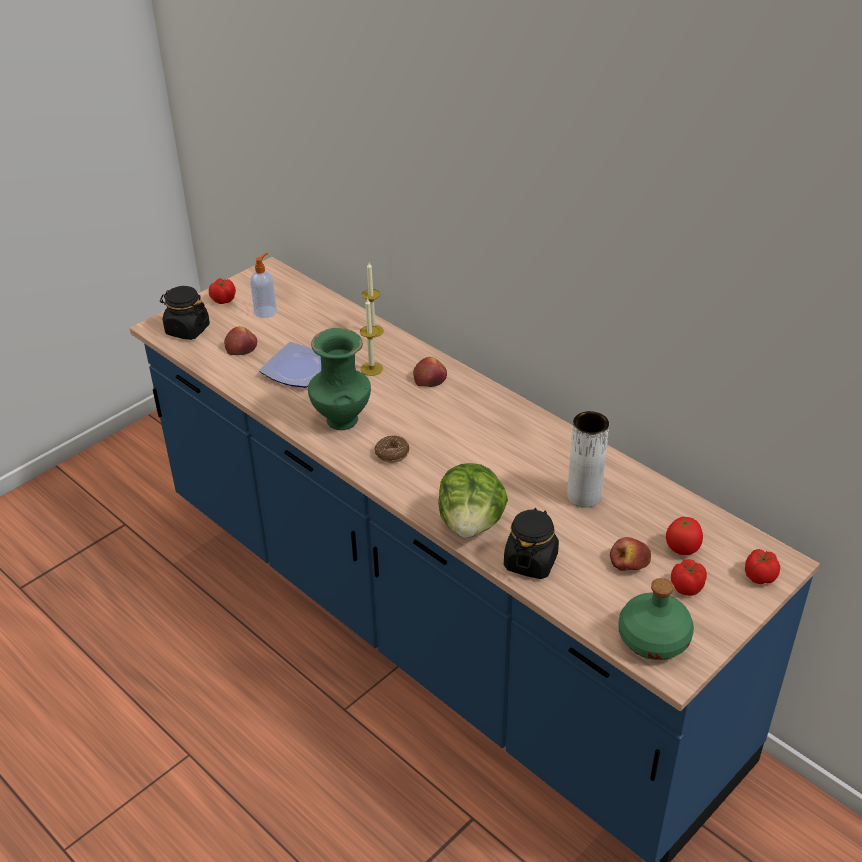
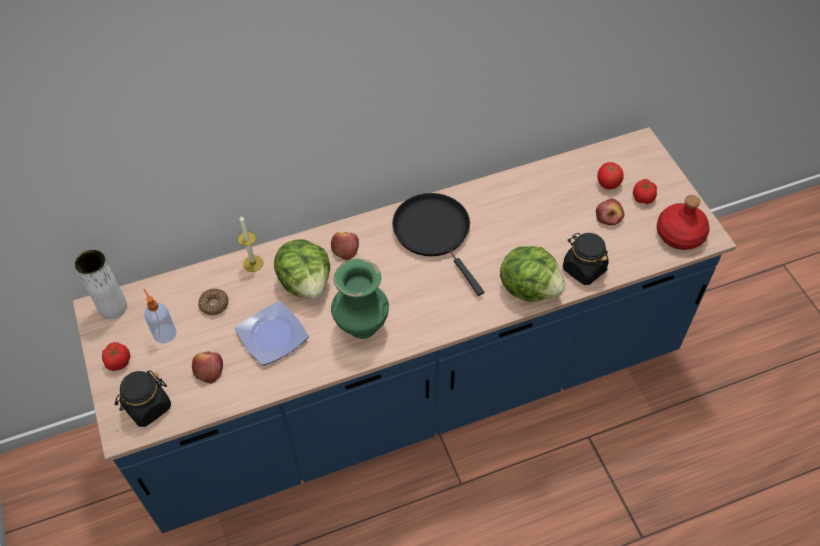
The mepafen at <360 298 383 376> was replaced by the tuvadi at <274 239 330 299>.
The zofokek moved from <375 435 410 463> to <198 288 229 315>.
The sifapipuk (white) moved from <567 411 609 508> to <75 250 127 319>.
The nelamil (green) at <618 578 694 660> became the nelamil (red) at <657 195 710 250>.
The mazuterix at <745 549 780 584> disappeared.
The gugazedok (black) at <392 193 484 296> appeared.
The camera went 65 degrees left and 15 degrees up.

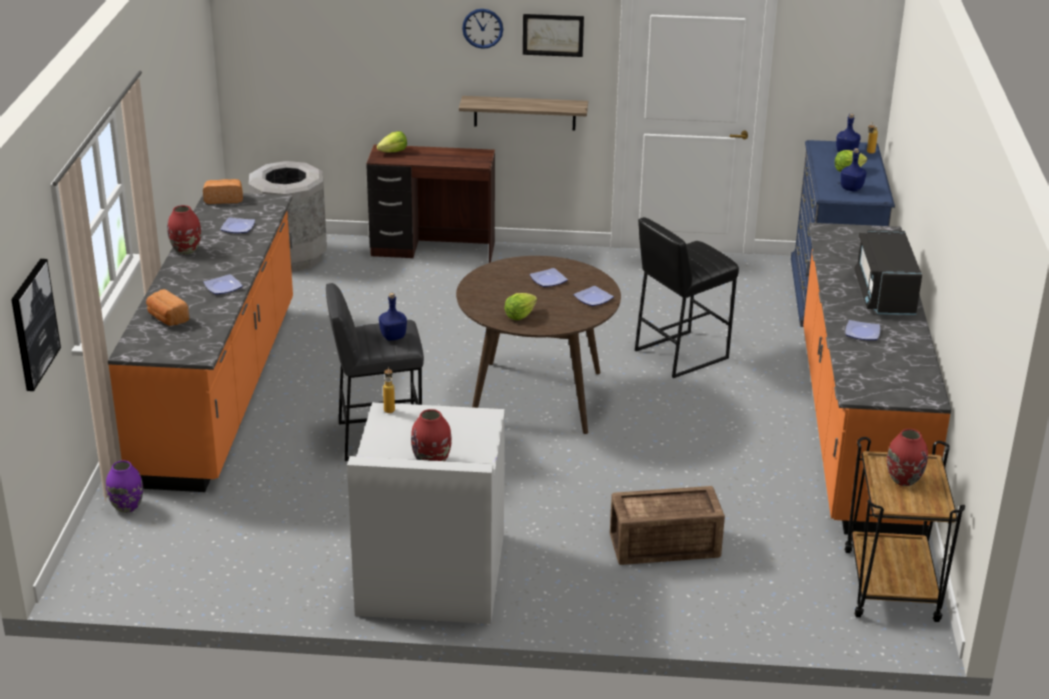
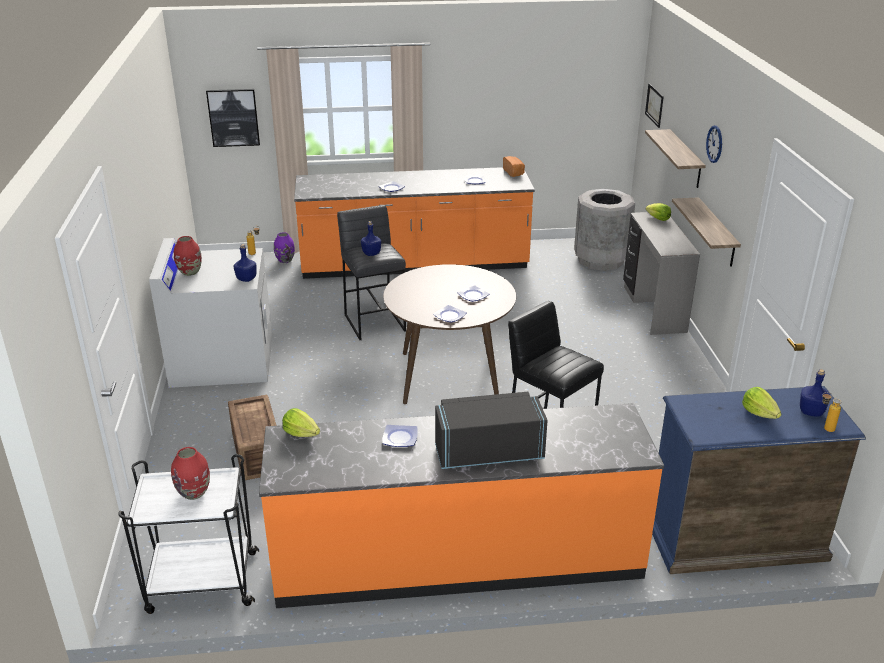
The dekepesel at <146 289 189 326> disappeared.
The sifapipuk (red) at <167 205 201 254> disappeared.
The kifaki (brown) at <366 144 495 263> became the kifaki (grey) at <623 212 700 335>.
The tuvadi moved from <504 293 537 320> to <282 408 320 437>.
The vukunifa moved from <523 14 584 57> to <645 83 664 128>.
The nelamil (blue) moved from <841 148 866 192> to <234 244 257 282>.
The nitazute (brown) at <844 437 965 622> became the nitazute (white) at <118 454 259 614>.
The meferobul at <645 129 706 188> appeared.
The camera went 80 degrees right and 0 degrees up.

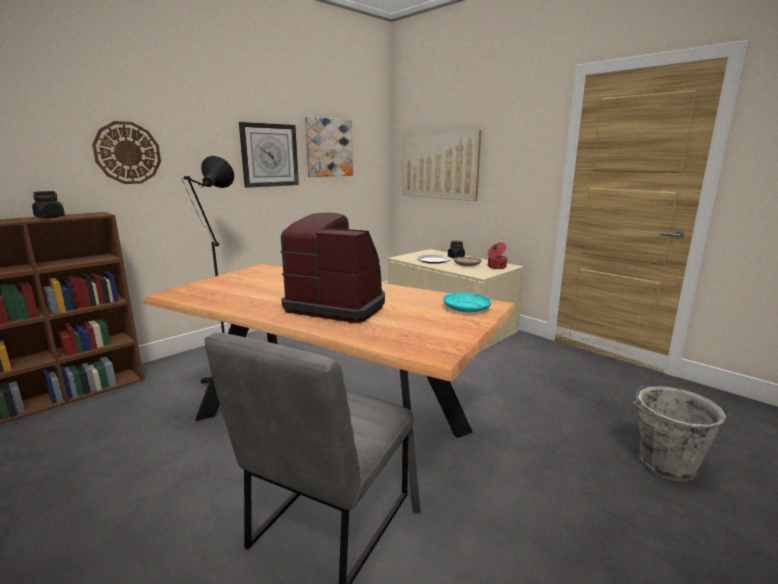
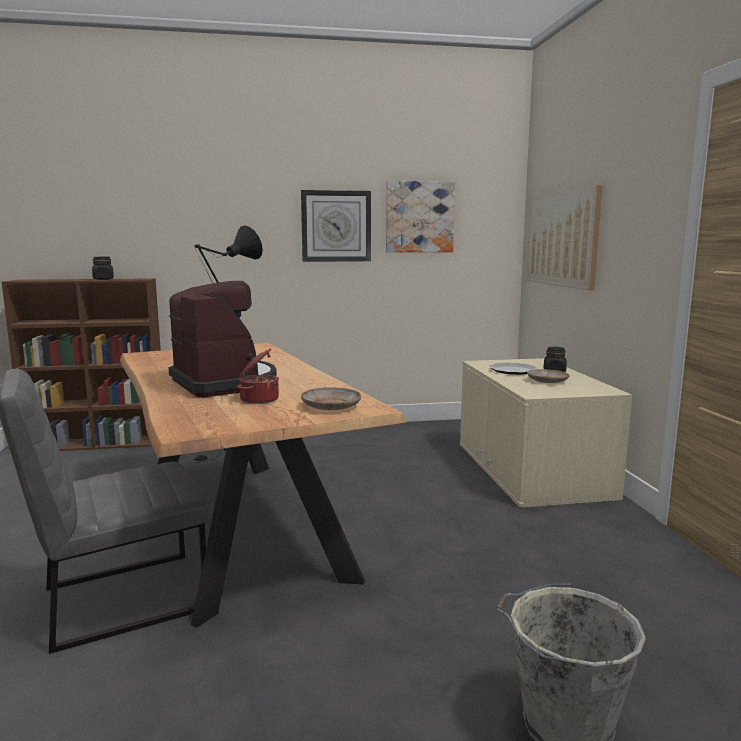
The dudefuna at <92 121 161 184> disappeared.
The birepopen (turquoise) at <443 293 491 312> became the birepopen (beige) at <301 387 361 410>.
The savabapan moved from <487 242 508 269> to <237 348 279 404>.
The camera went 35 degrees right and 5 degrees down.

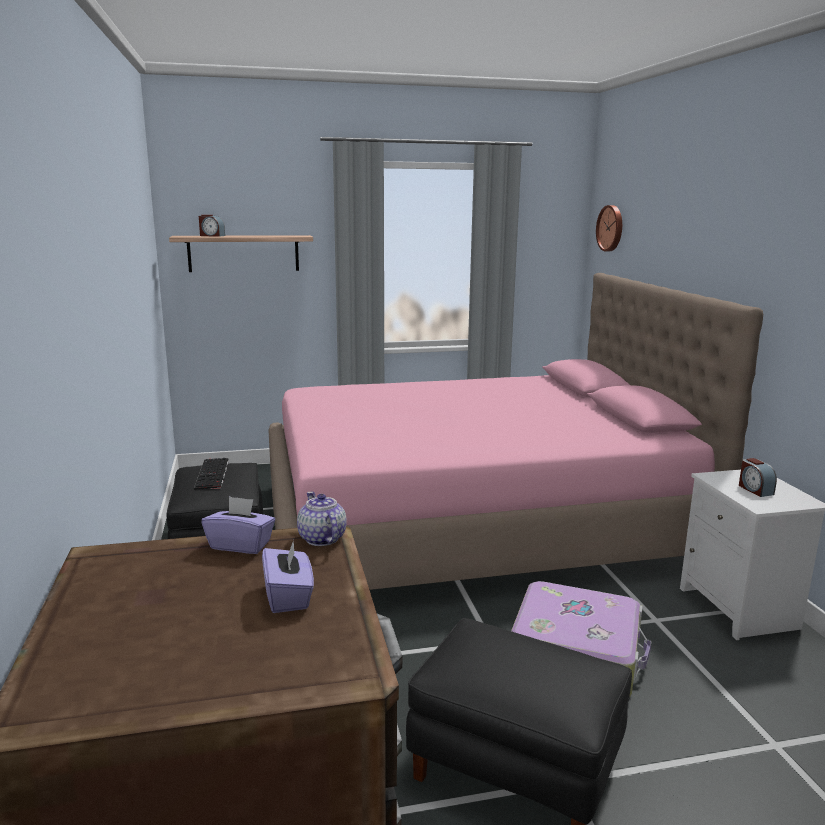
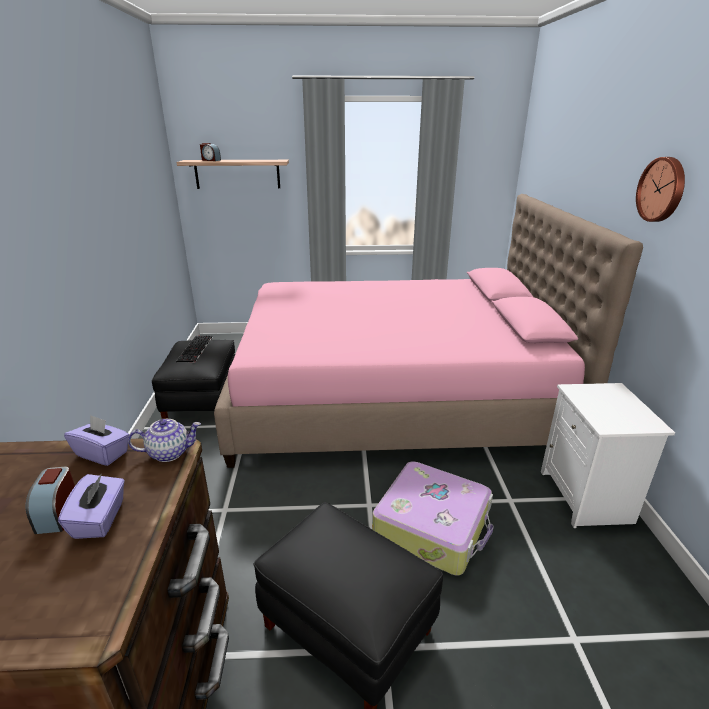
The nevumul at <297 492 347 546> turned 90 degrees clockwise.
The dudefuna moved from <596 205 622 251> to <636 157 685 222>.
The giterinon moved from <739 458 777 497> to <26 467 75 534>.
The camera went 10 degrees right and 10 degrees up.

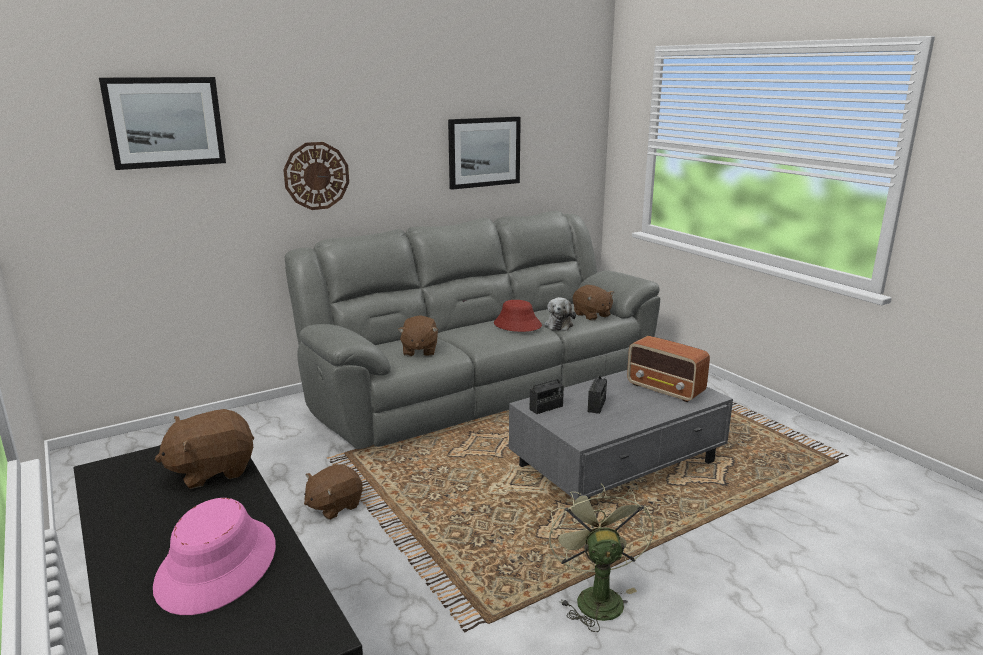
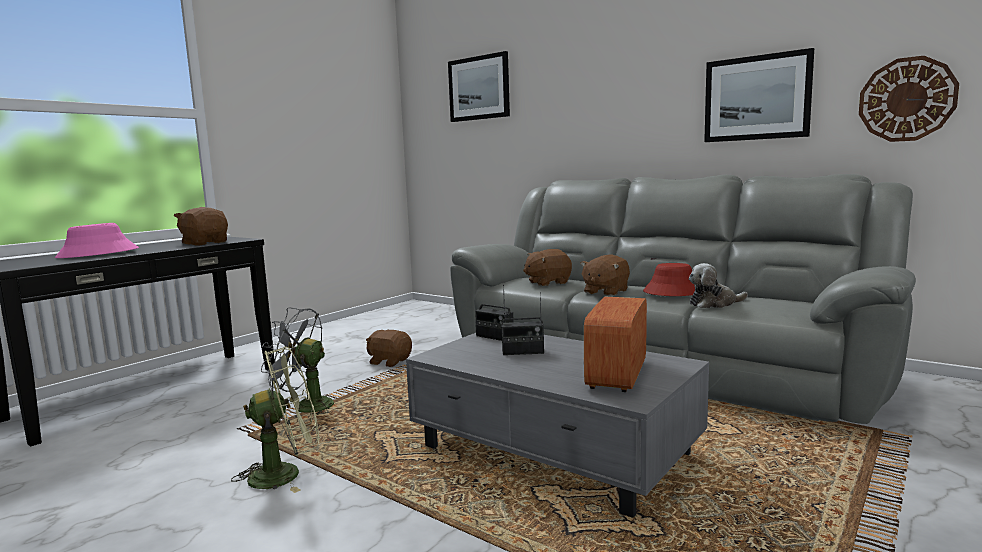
The dudefuna moved from <283 142 349 210> to <859 56 959 142>.
The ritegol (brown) moved from <573 285 614 321> to <580 255 630 296>.
The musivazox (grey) at <261 307 334 418> appeared.
The camera went 70 degrees right and 10 degrees down.

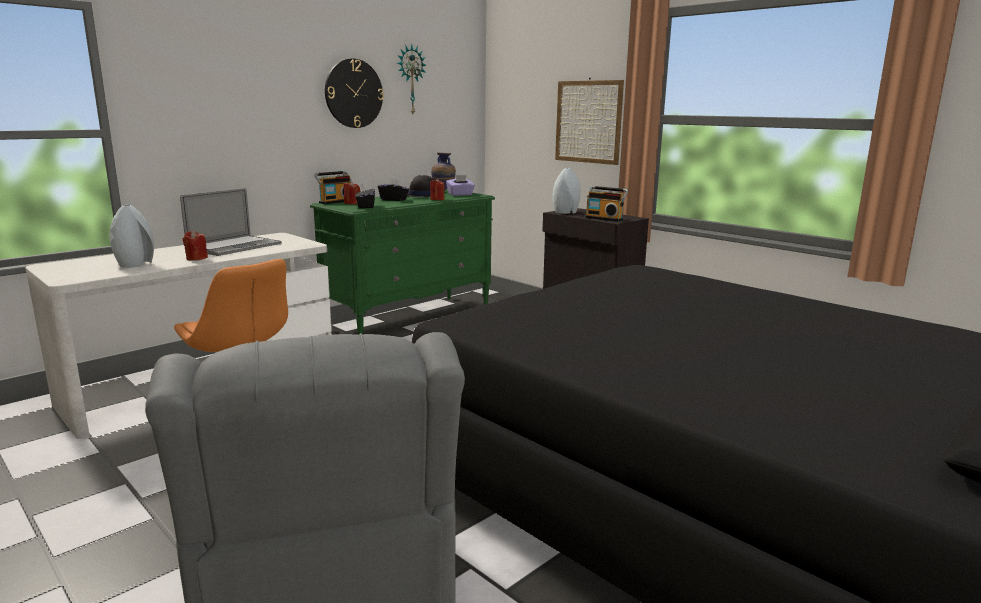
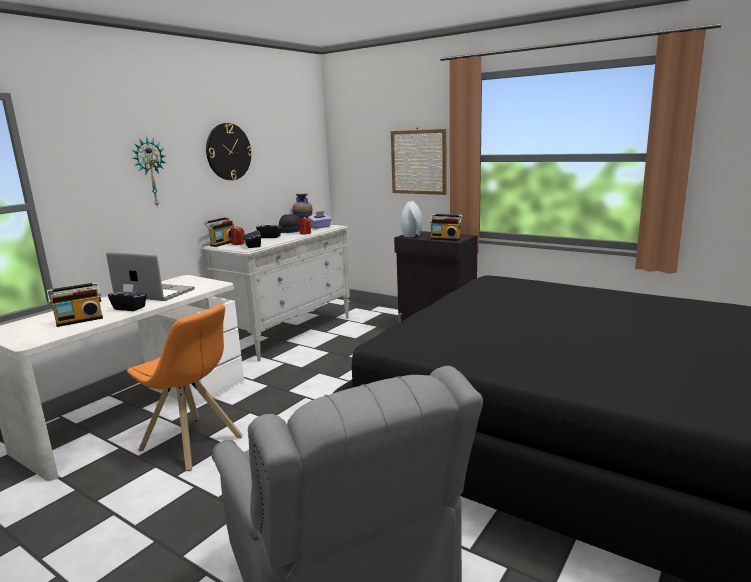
The sifapipuk (grey) at <110 205 154 268> was replaced by the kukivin at <47 282 103 327>.
The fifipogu at <180 188 282 256> turned 90 degrees counterclockwise.
The mepafen (red) at <183 230 208 261> was replaced by the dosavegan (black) at <108 284 147 311>.
The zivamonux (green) at <310 190 495 335> became the zivamonux (white) at <202 225 350 361>.
The dudefuna moved from <397 44 426 114> to <132 137 166 208>.
The camera went 10 degrees left and 0 degrees up.

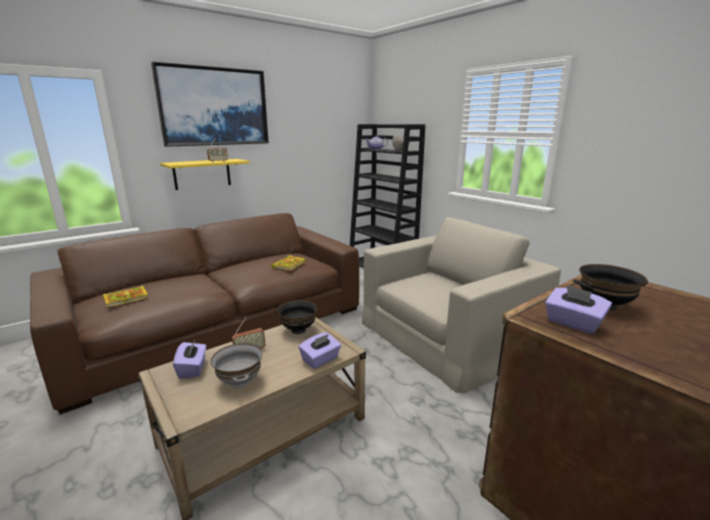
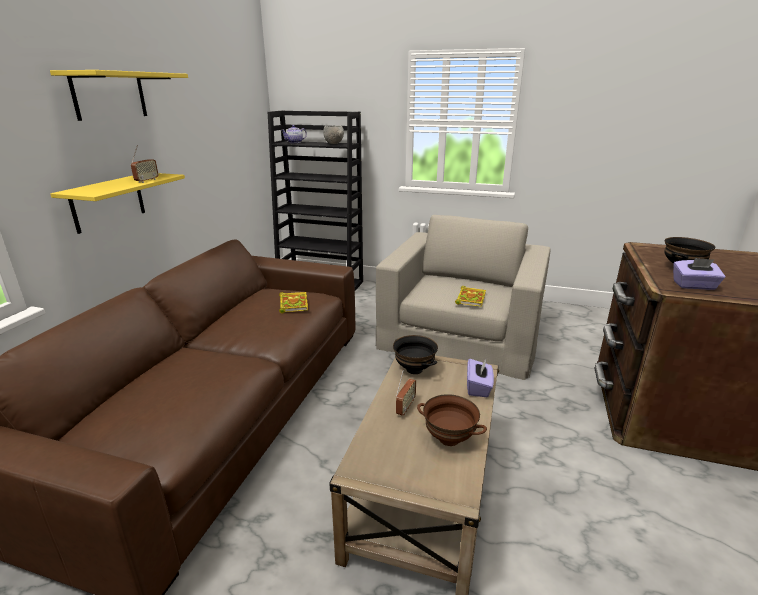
The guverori moved from <103 286 148 307> to <455 286 486 307>.
The vukunifa at <151 62 269 147> was replaced by the meferobul (yellow) at <50 70 188 121>.
The dosavegan (purple) at <173 340 206 379> disappeared.
The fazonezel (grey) at <211 343 262 388> became the fazonezel (brown) at <417 394 487 446>.
The camera went 35 degrees left and 5 degrees up.

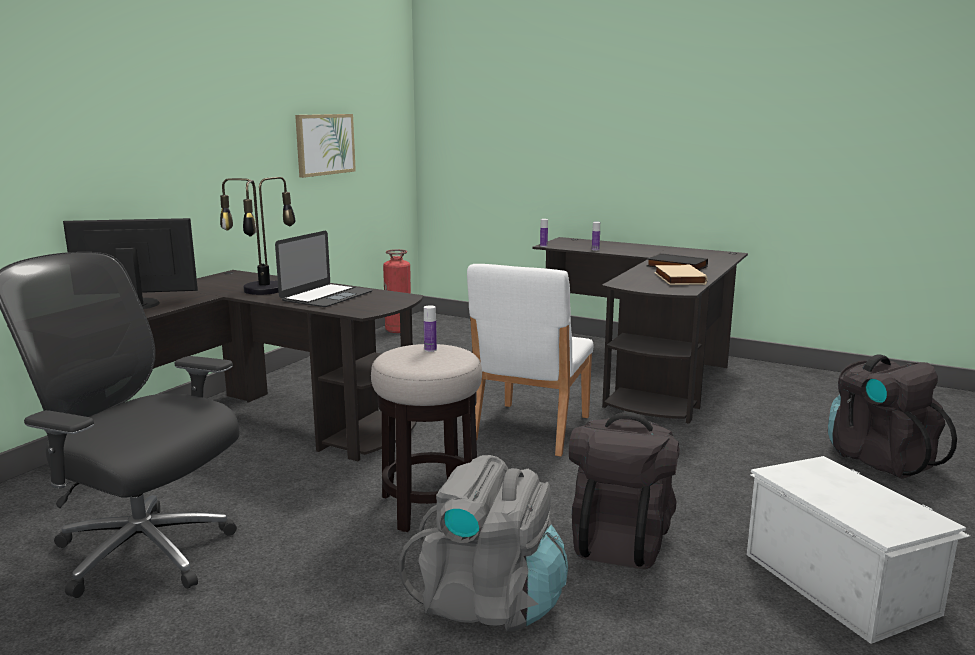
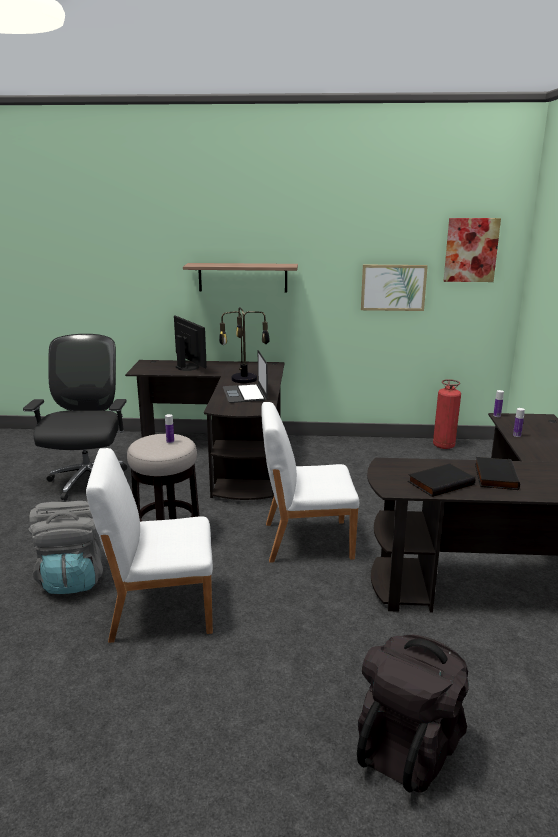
The fifipogu at <275 231 373 307> turned 75 degrees clockwise.
The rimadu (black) at <569 412 680 569> was replaced by the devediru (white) at <86 448 213 643>.
The guverori (beige) at <655 264 707 285> became the guverori (black) at <408 463 475 497>.
The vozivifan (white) at <747 456 970 644> disappeared.
The meferobul at <183 263 298 292> appeared.
The vukunifa at <444 218 501 282> appeared.
The camera went 65 degrees right and 5 degrees up.

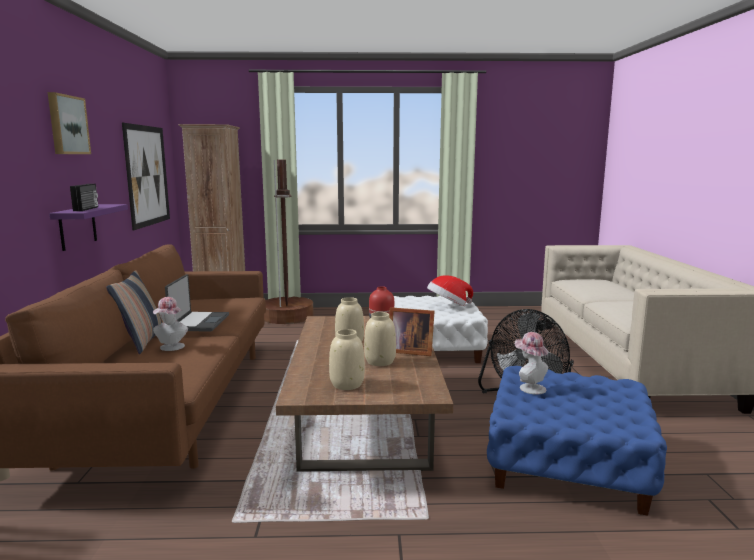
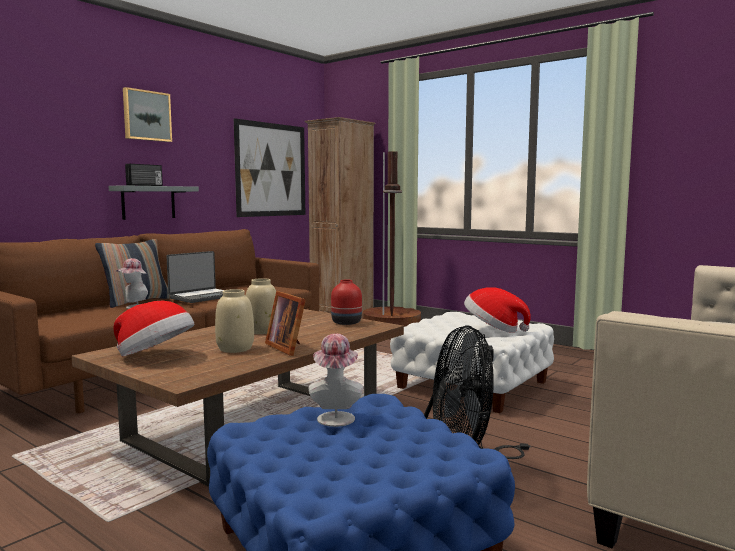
The meferobul (purple) at <49 204 128 251> became the meferobul (grey) at <108 185 199 220>.
The sifapipuk (beige) at <329 329 365 390> was replaced by the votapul at <113 301 194 357>.
The camera went 40 degrees right and 5 degrees down.

